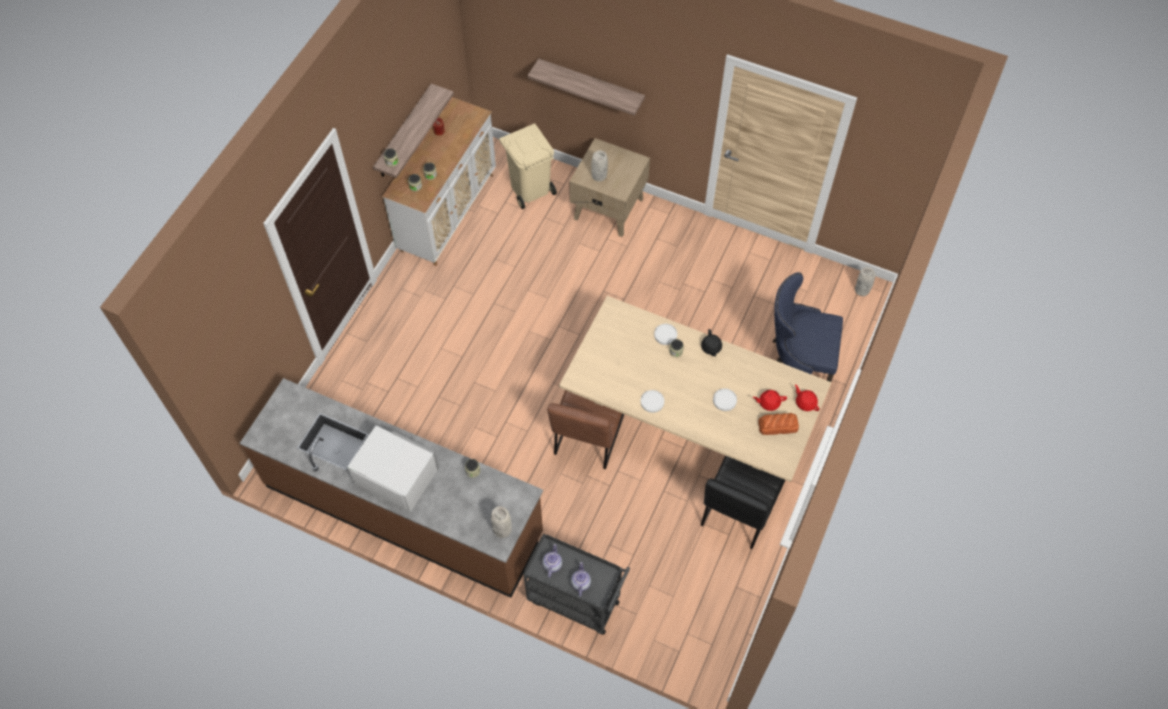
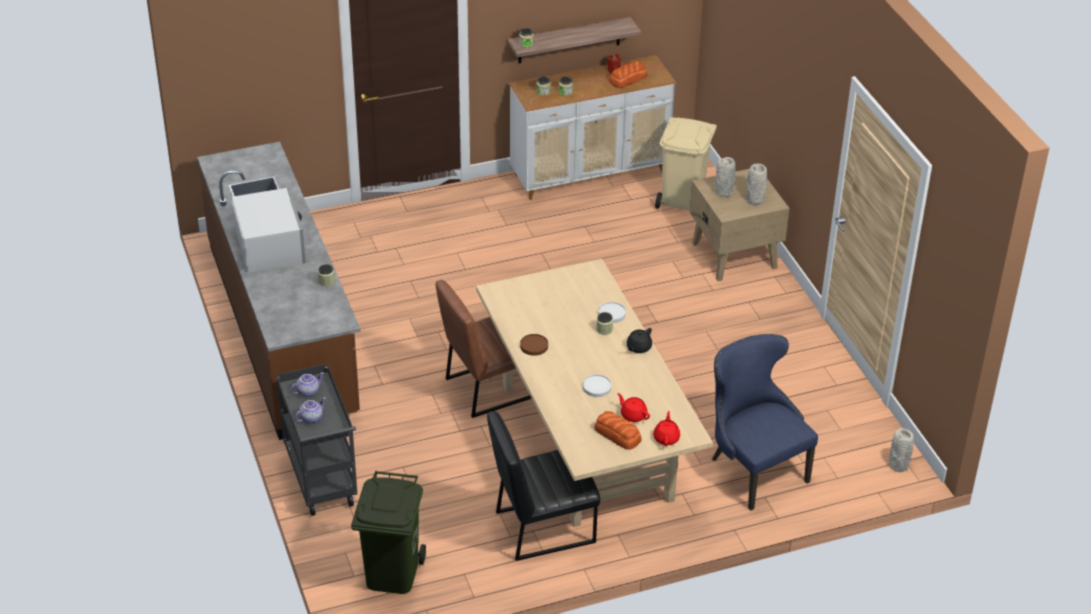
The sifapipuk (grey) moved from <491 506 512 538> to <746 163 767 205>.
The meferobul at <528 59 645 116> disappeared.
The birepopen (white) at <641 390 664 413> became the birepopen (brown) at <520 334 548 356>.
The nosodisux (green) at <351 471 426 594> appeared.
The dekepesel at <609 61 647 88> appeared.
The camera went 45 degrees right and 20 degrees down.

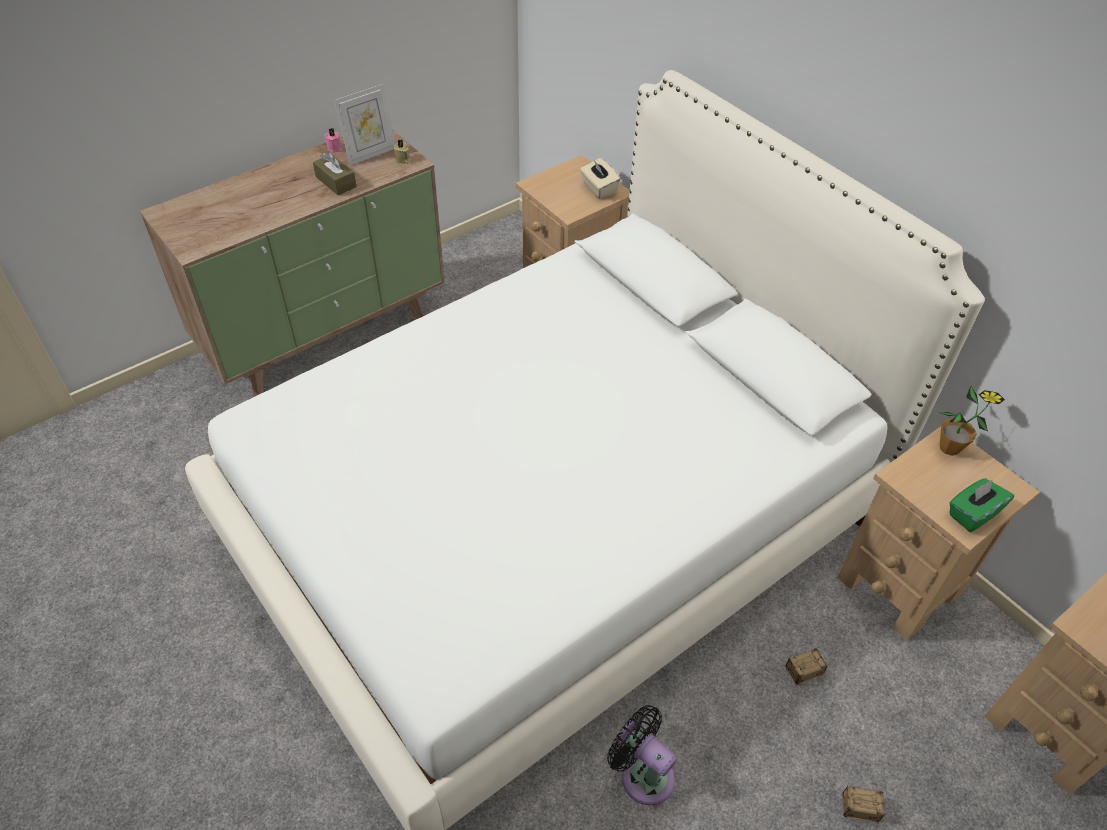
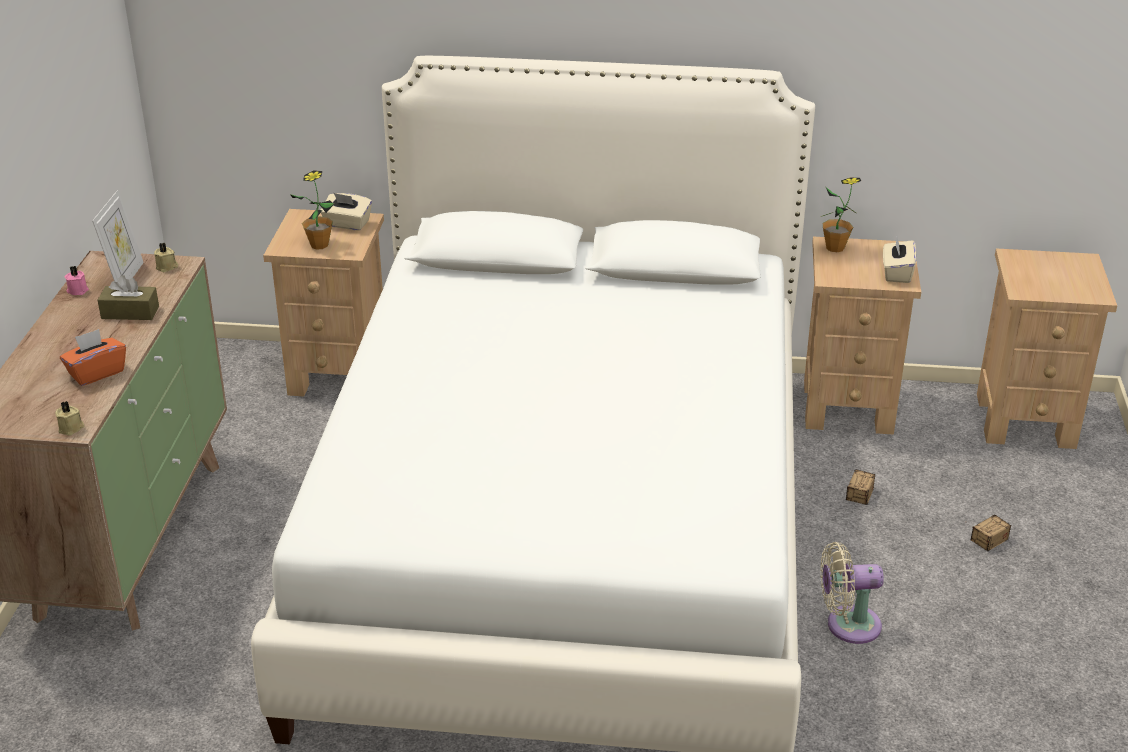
The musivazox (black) at <607 705 677 805> became the musivazox (beige) at <820 542 884 644>.
The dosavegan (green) at <950 478 1014 532> became the dosavegan (beige) at <883 237 916 283>.
The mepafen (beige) at <55 401 84 435> appeared.
The dosavegan (orange) at <60 329 126 386> appeared.
The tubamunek at <290 170 334 250> appeared.
The camera went 45 degrees left and 15 degrees down.

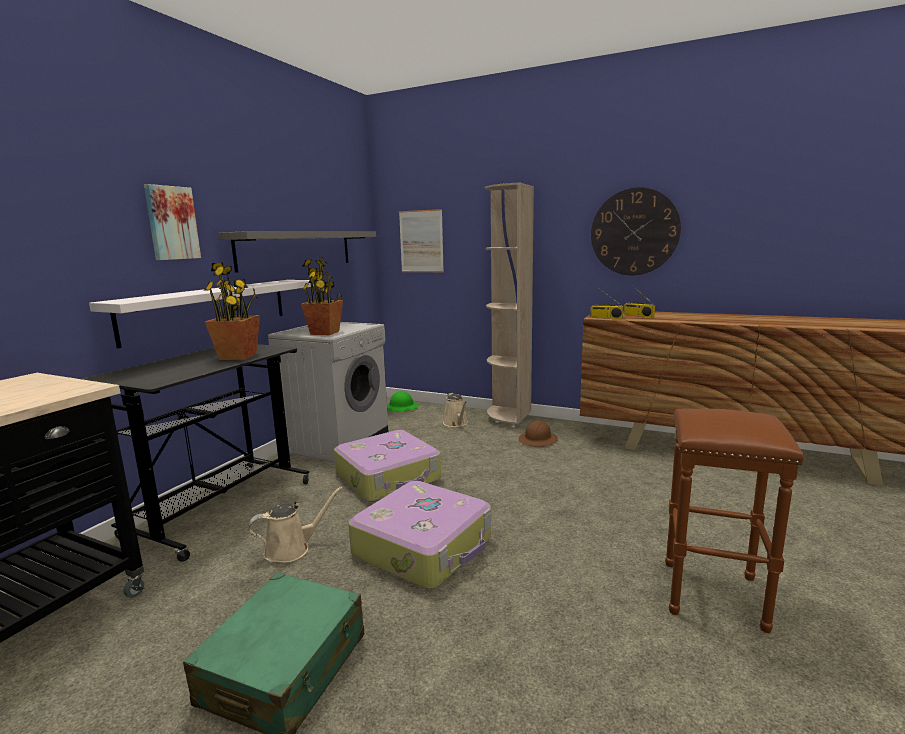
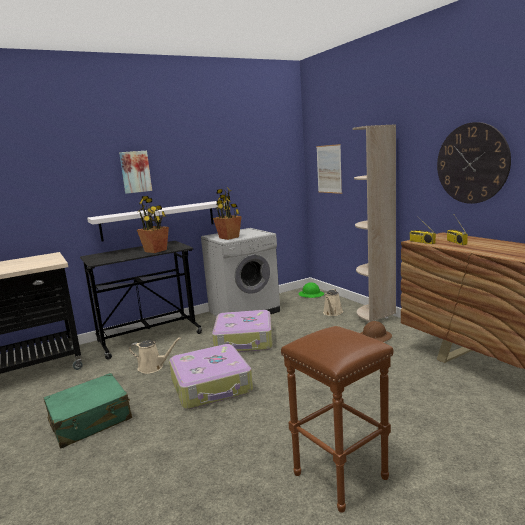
The meferobul (grey) at <218 231 376 273> disappeared.
The camera went 35 degrees right and 0 degrees up.

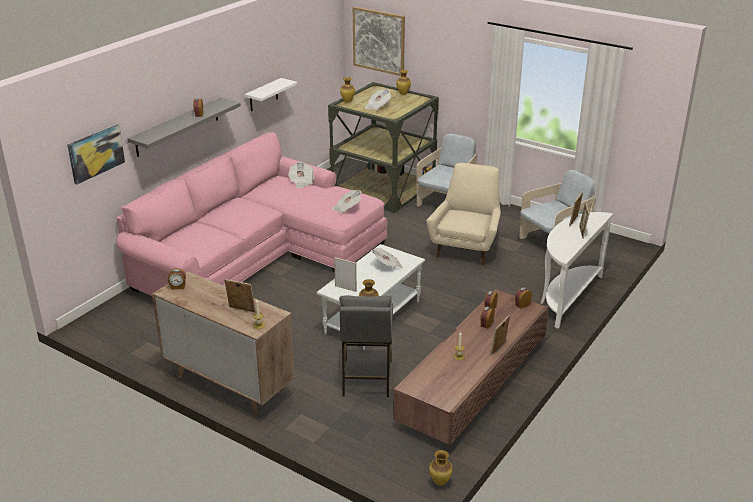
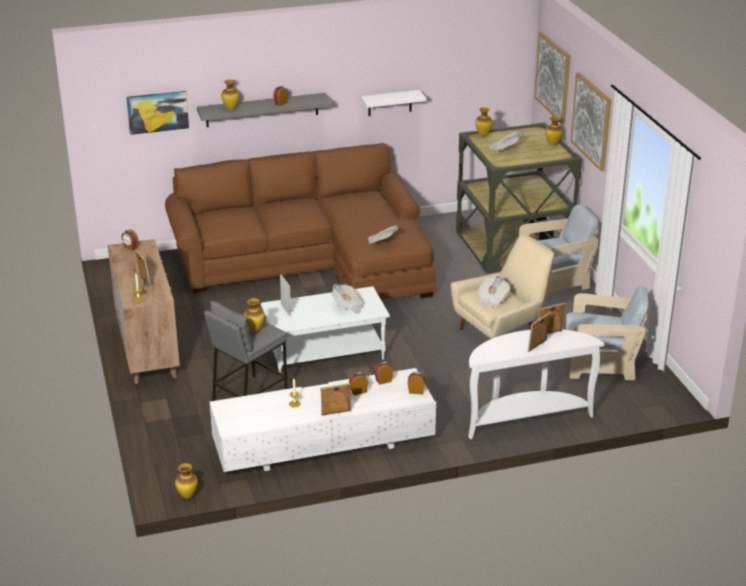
The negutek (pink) at <116 132 387 296> became the negutek (brown) at <165 143 436 300>.
The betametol moved from <288 162 314 188> to <478 275 510 306>.
The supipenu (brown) at <393 289 549 444> became the supipenu (white) at <209 368 436 472>.
The sifapipuk at <221 79 239 110> appeared.
The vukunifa at <570 72 611 171> appeared.
The camera went 40 degrees right and 0 degrees up.

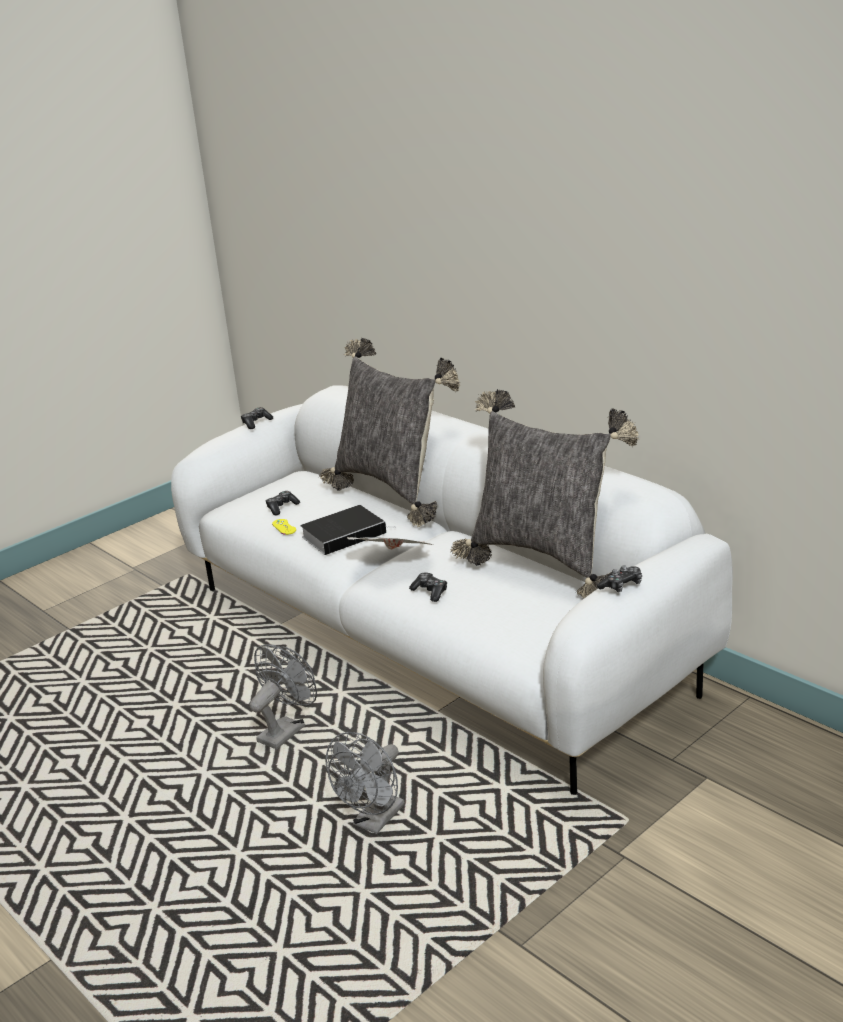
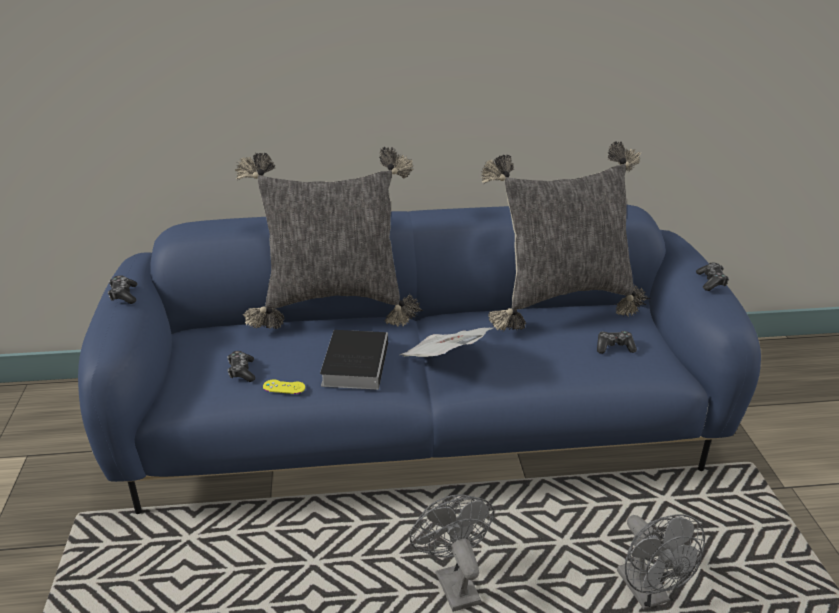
The negutek (white) at <171 385 733 795> became the negutek (blue) at <78 204 761 514>.
The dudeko moved from <409 572 447 602> to <597 331 637 354>.
The camera went 55 degrees left and 5 degrees up.

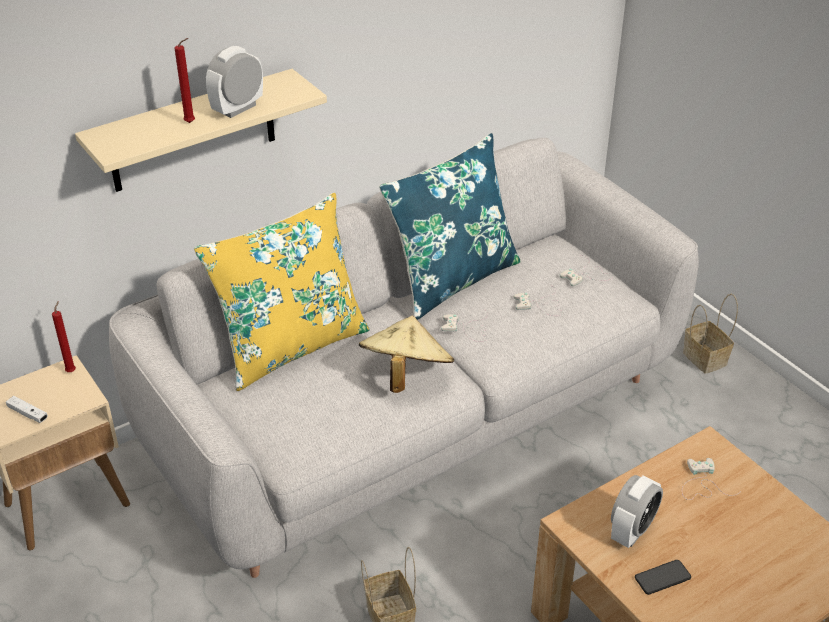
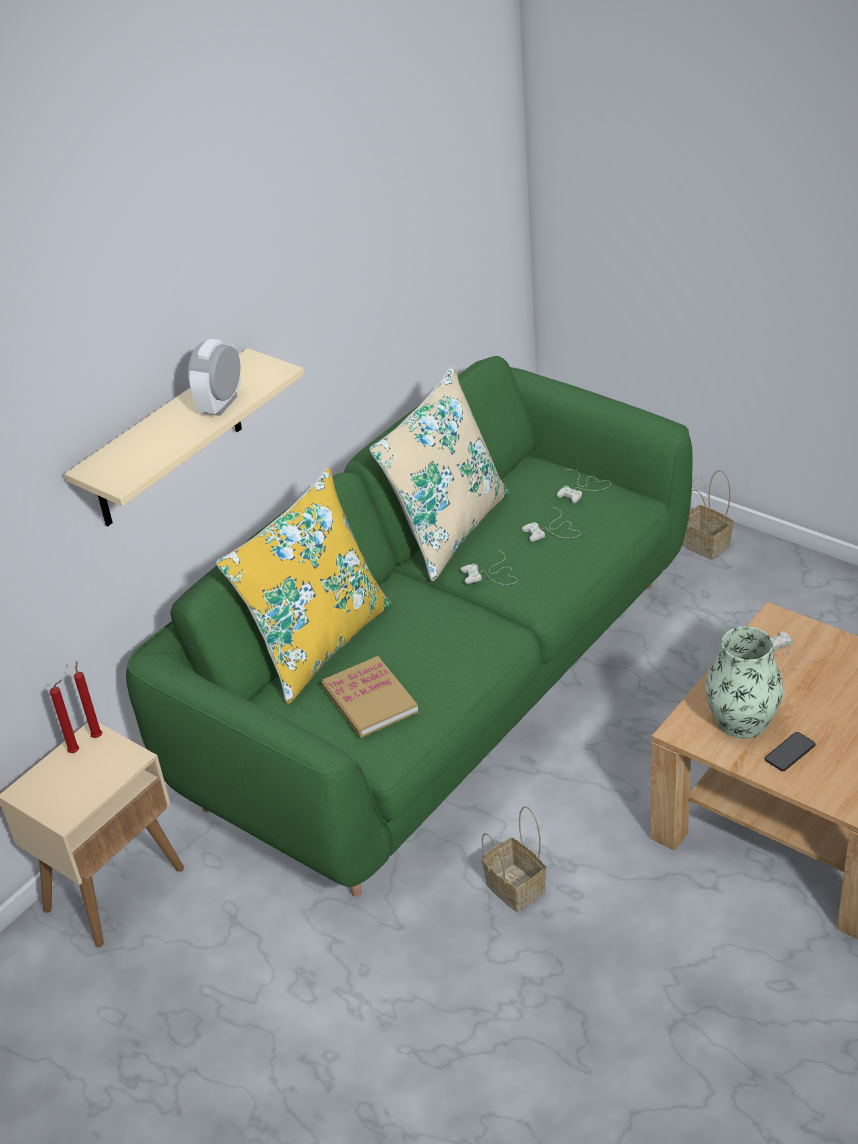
The dudeko (white) at <6 396 48 423> disappeared.
The negutek (grey) at <109 138 699 578> became the negutek (green) at <126 356 692 897>.
The mepafen (red) moved from <174 38 195 123> to <50 679 79 753>.
The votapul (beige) at <359 316 454 393> disappeared.
The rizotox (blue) at <379 133 520 320> became the rizotox (beige) at <369 365 509 582>.
The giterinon at <611 475 663 548> was replaced by the sifapipuk at <705 626 784 739>.
The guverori at <321 656 418 738> appeared.
The camera went 15 degrees left and 0 degrees up.

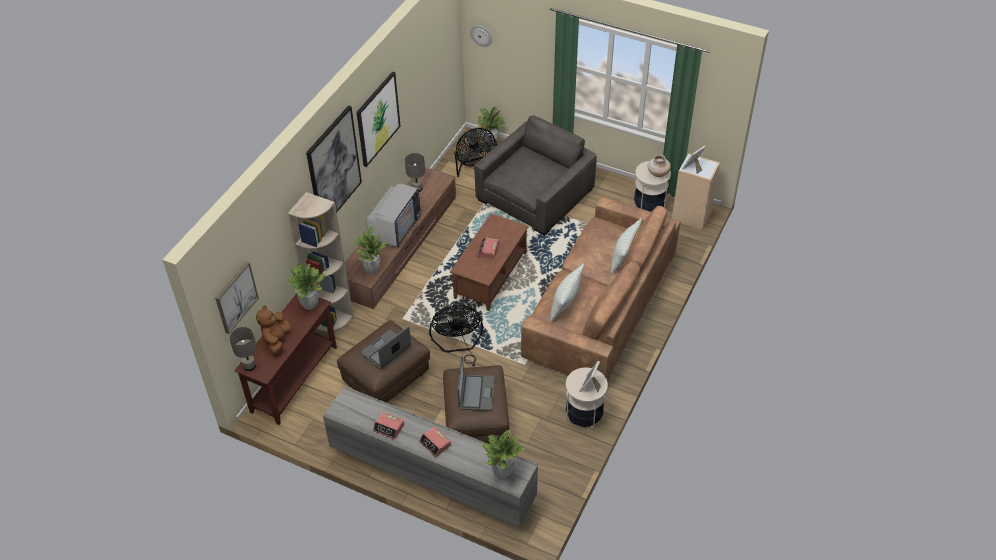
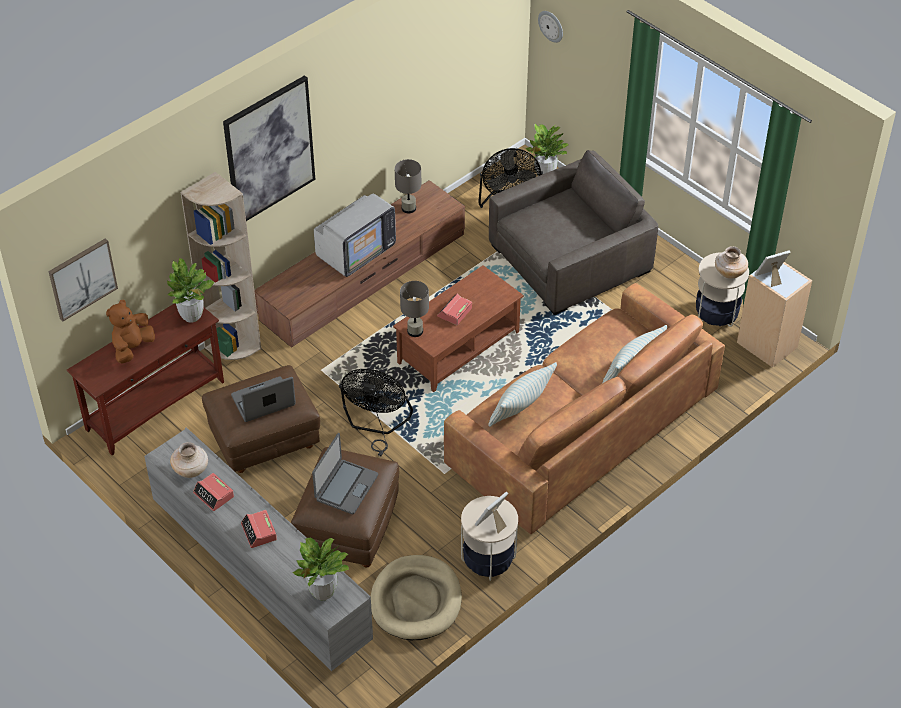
The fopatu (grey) moved from <229 327 257 371> to <400 281 429 337>.
The tubamunek at <354 226 387 274> disappeared.
The vukunifa at <356 72 400 167> disappeared.
The sifapipuk (beige) at <170 442 208 478> appeared.
The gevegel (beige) at <371 555 462 640> appeared.
The camera went 20 degrees right and 0 degrees up.

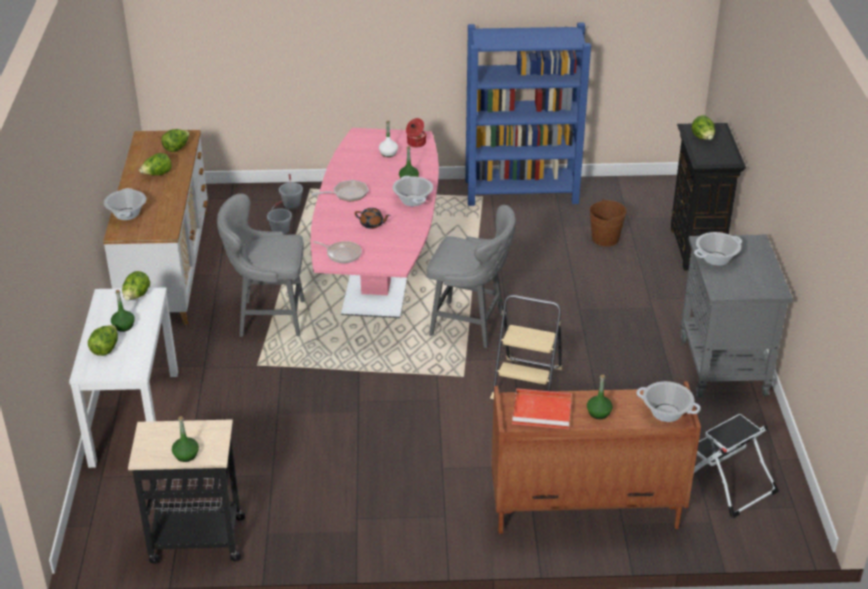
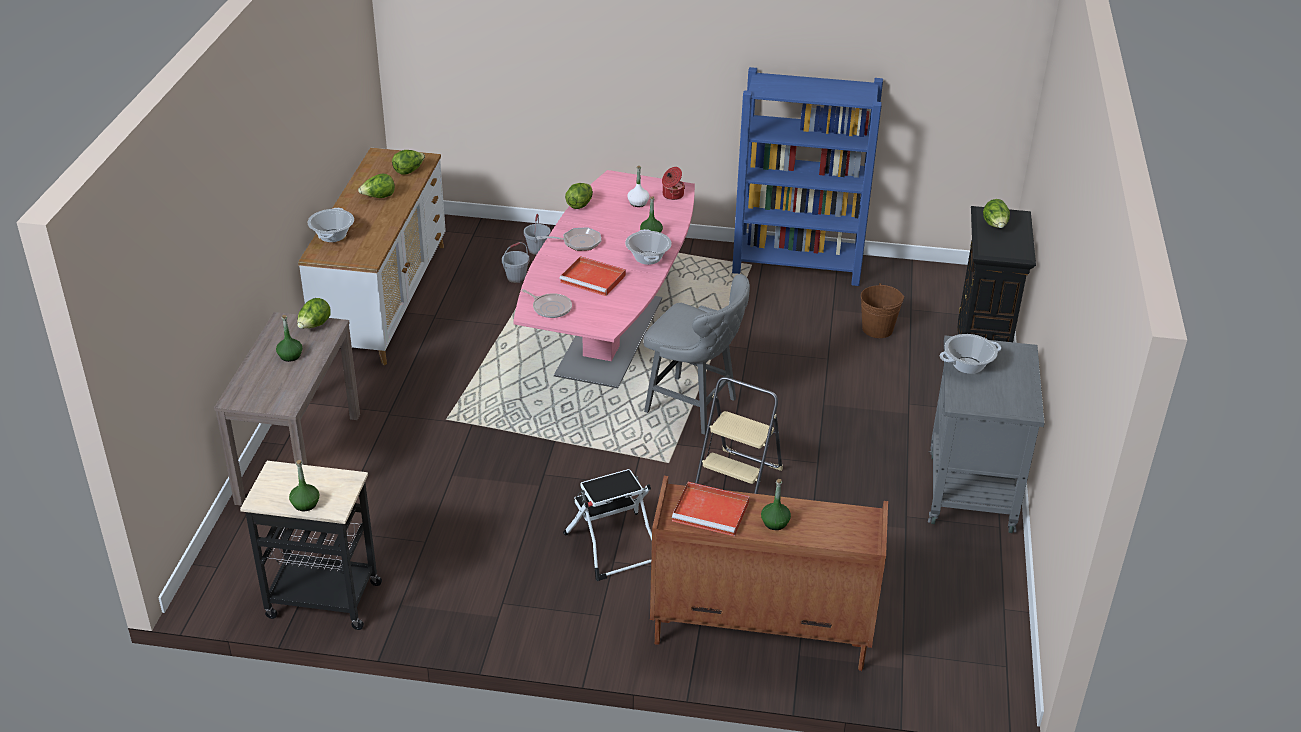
The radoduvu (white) at <69 287 178 468> became the radoduvu (brown) at <214 312 360 506>.
The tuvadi moved from <88 325 118 356> to <565 183 593 209>.
The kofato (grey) at <217 193 305 337> disappeared.
The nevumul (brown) at <355 208 390 229> was replaced by the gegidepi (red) at <560 256 626 296>.
The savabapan at <636 381 701 422> disappeared.
The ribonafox moved from <694 414 779 518> to <563 469 652 581>.
The camera went 10 degrees right and 0 degrees up.

